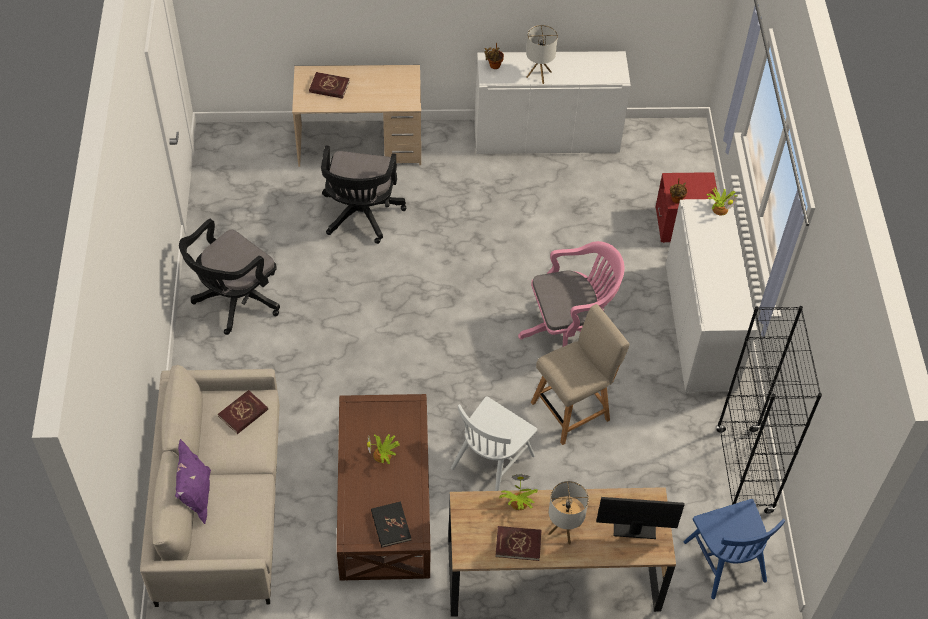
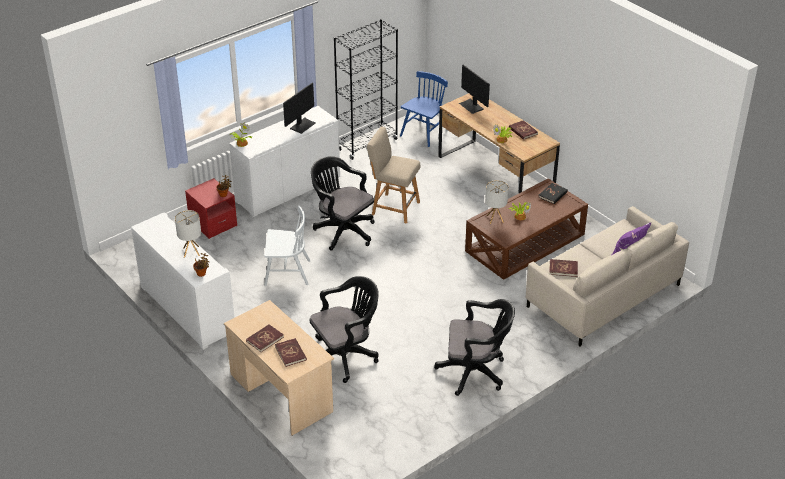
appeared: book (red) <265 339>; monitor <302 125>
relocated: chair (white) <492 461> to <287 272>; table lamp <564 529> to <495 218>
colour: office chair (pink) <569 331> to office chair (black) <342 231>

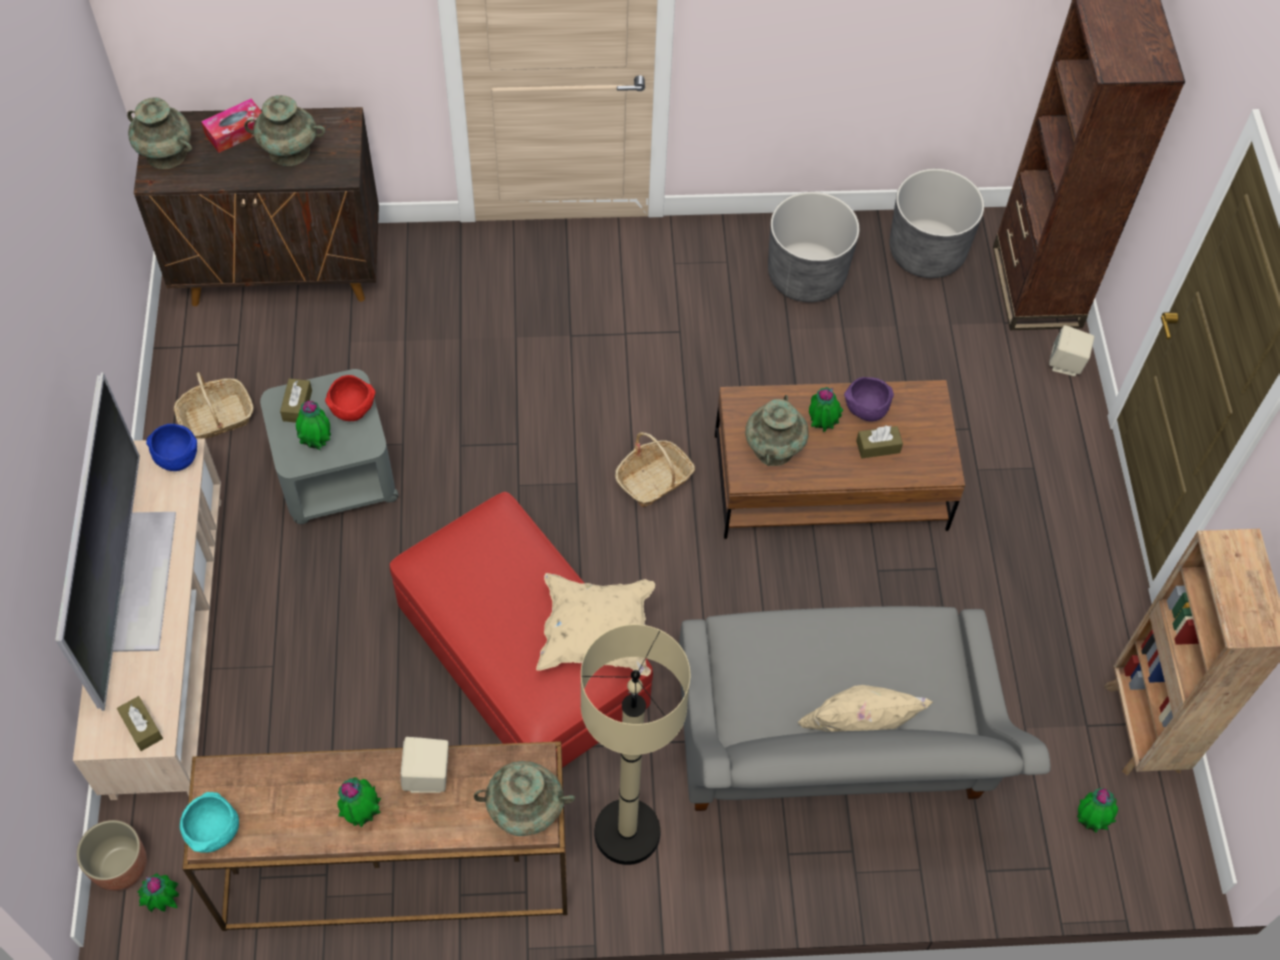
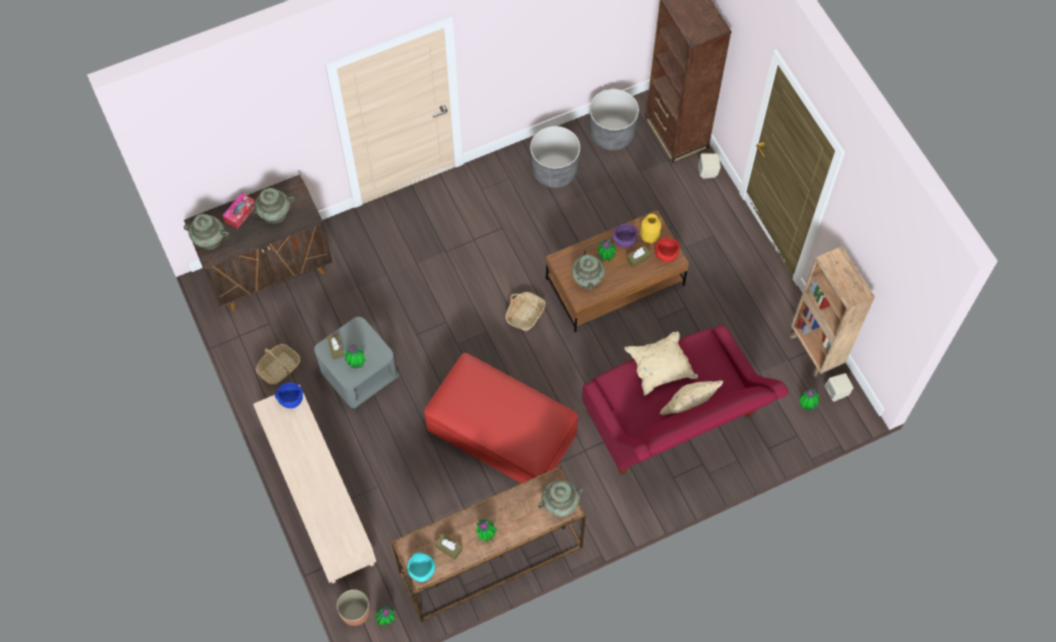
missing: television <139 581>; floor lamp (beige) <627 832>
appeared: vase (yellow) <649 236>
relocated: tissue box (brown) <142 727> to <448 548>; bowl (red) <353 409> to <666 254>; speaker (beige) <428 776> to <836 392>; pillow (beige) <596 635> to <660 368>
colour: sofa (grey) <831 756> to sofa (red) <674 422>

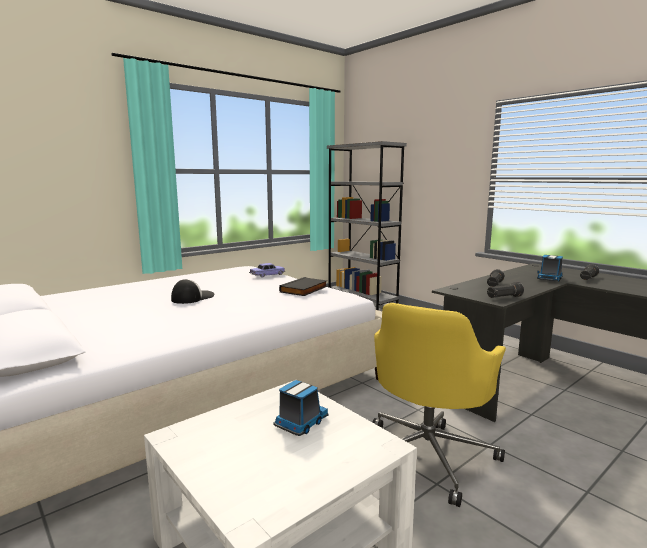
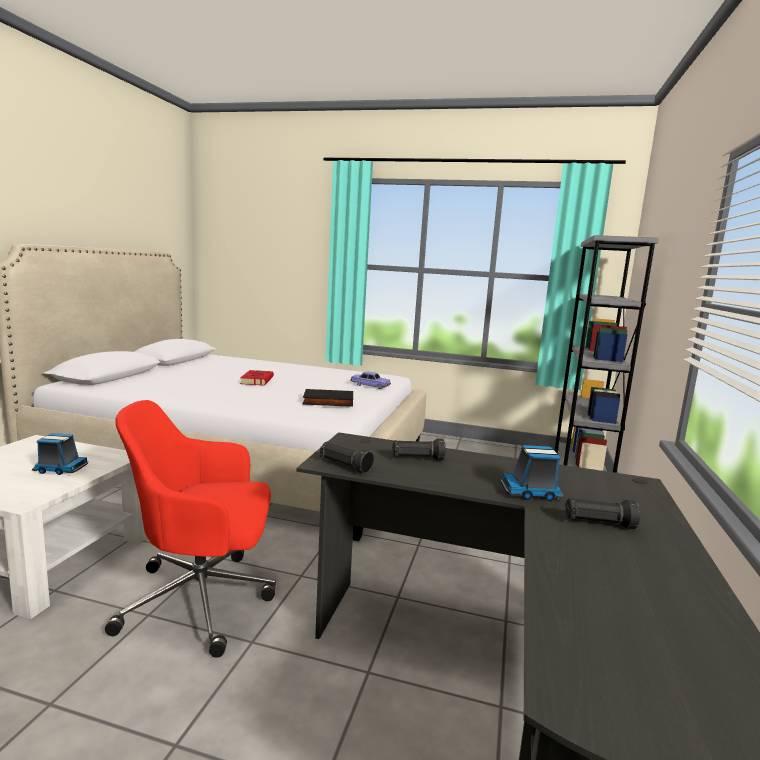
exchanged: cap <192 298> to book (red) <257 380>
colour: office chair (yellow) <428 455> to office chair (red) <202 600>

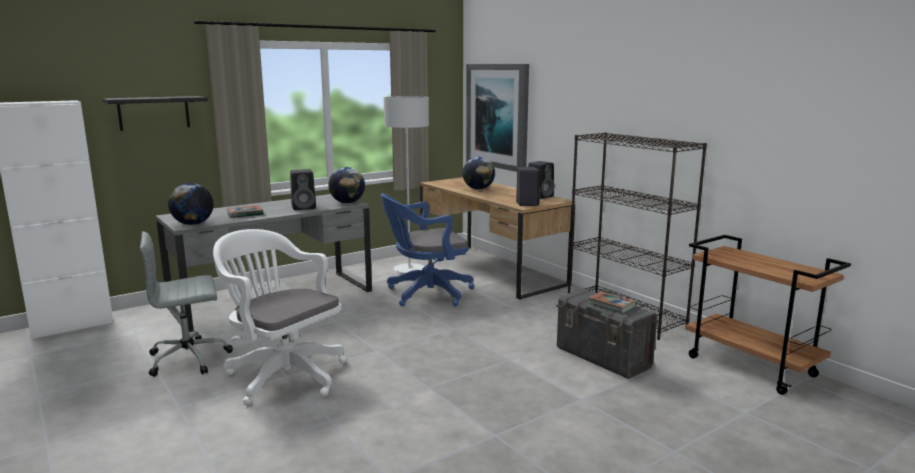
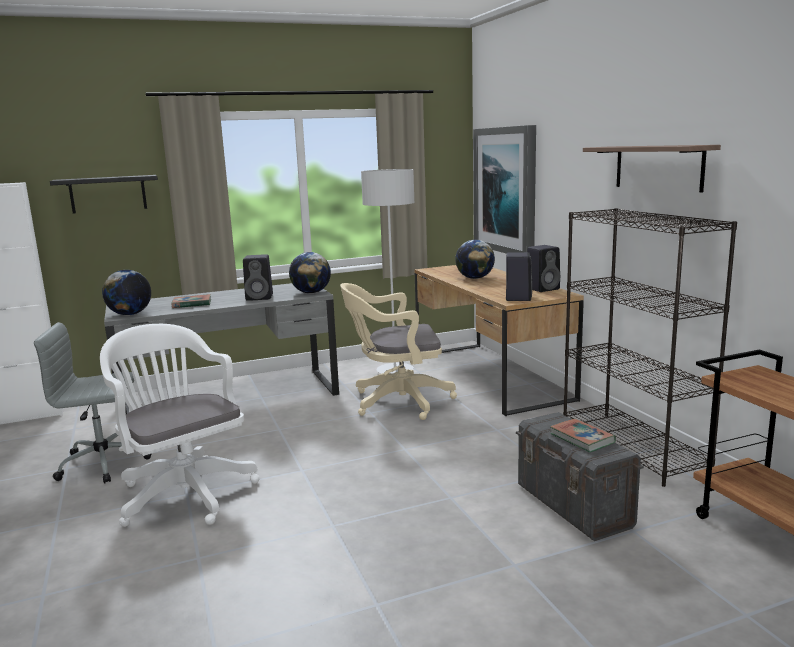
appeared: shelf <658 167>
colour: office chair (blue) <425 294> to office chair (beige) <396 402>

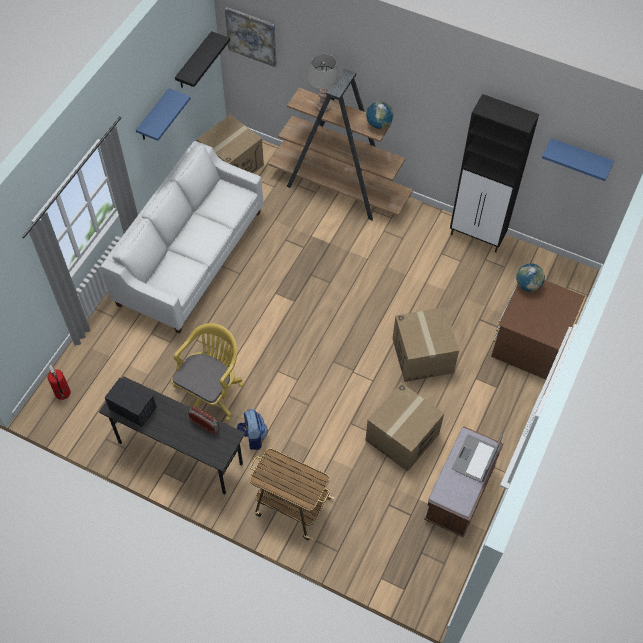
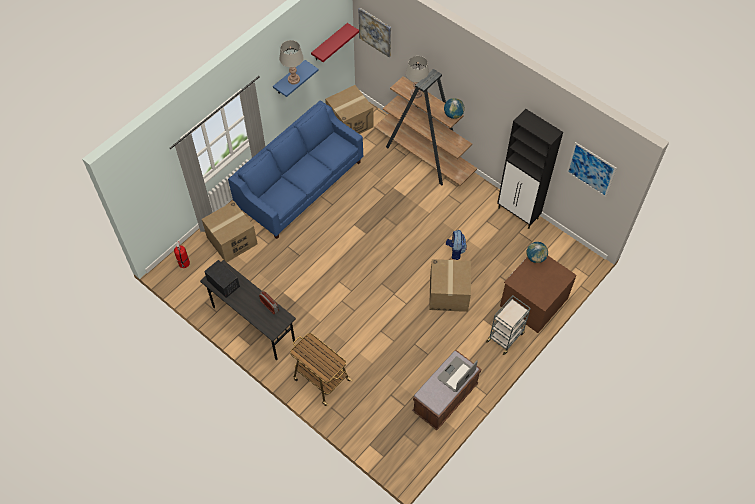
missing: office chair (yellow) <211 392>
appeared: table lamp (grey) <293 79>; cart (grey) <505 336>
relocated: backpack <253 436> to <455 250>; cardboard box <402 437> to <232 240>
exchanged: shelf (blue) <579 156> to picture <591 169>
colour: sofa (white) <191 257> to sofa (blue) <300 185>; shelf (black) <194 61> to shelf (red) <329 43>

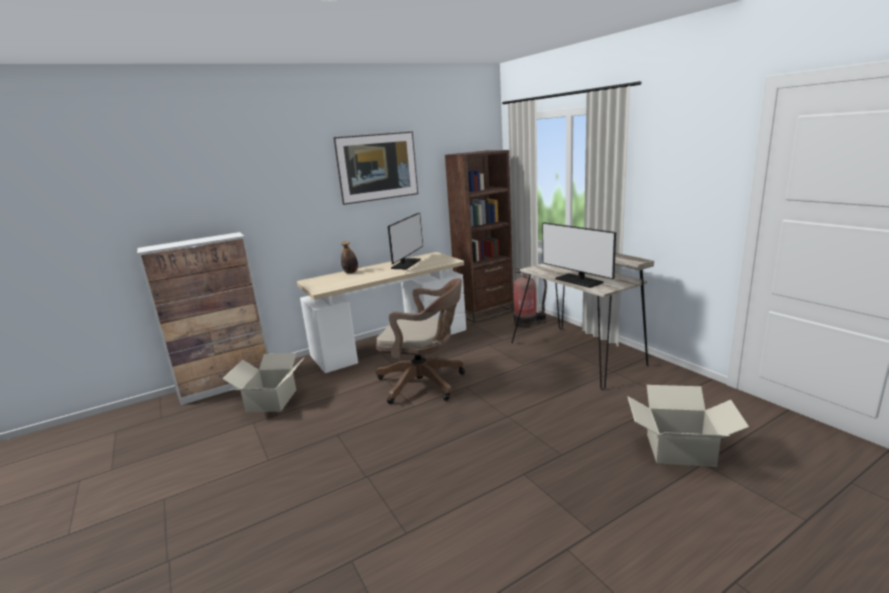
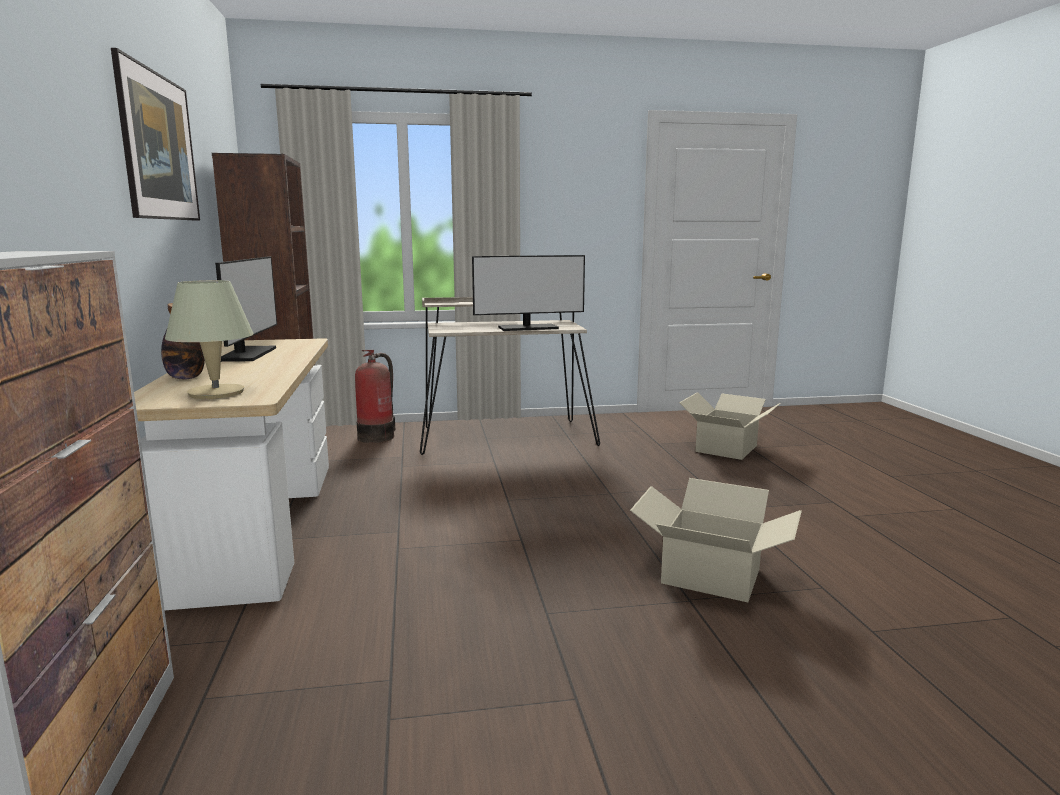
missing: office chair (brown) <425 383>
appeared: table lamp (beige) <216 393>
relocated: cardboard box <271 400> to <711 576>
spun: monitor <406 264> = <247 354> 45 degrees clockwise

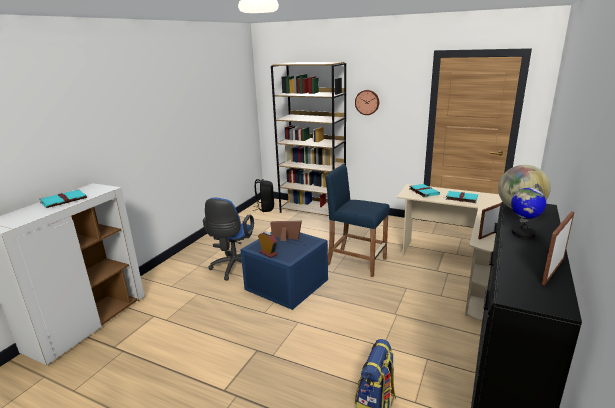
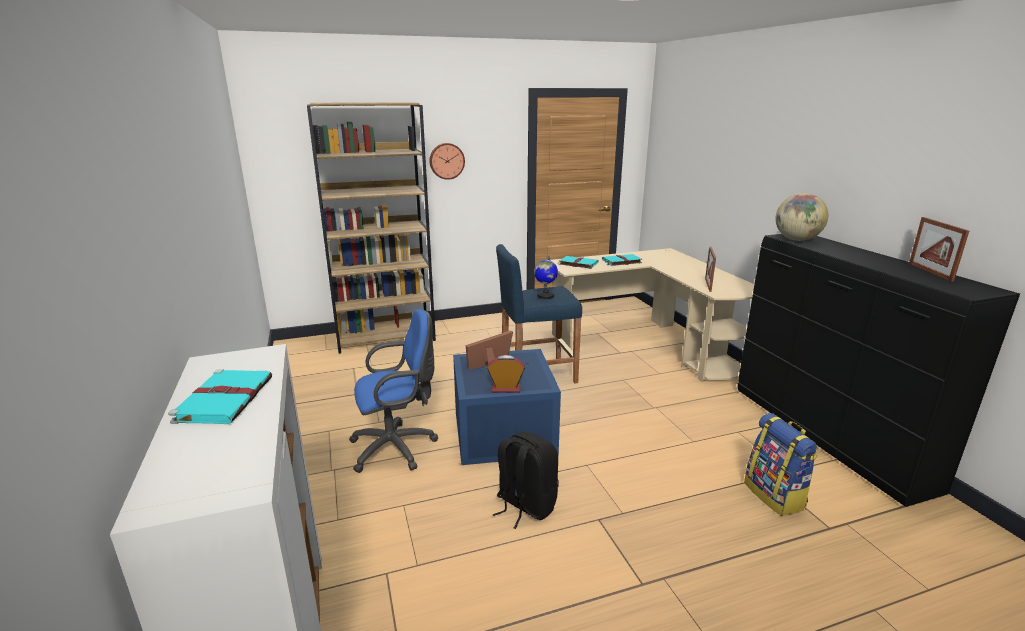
relocated: backpack (black) <265 208> to <525 506>; globe <523 233> to <545 296>
spun: office chair (blue) <234 268> = <398 447> 75 degrees counterclockwise

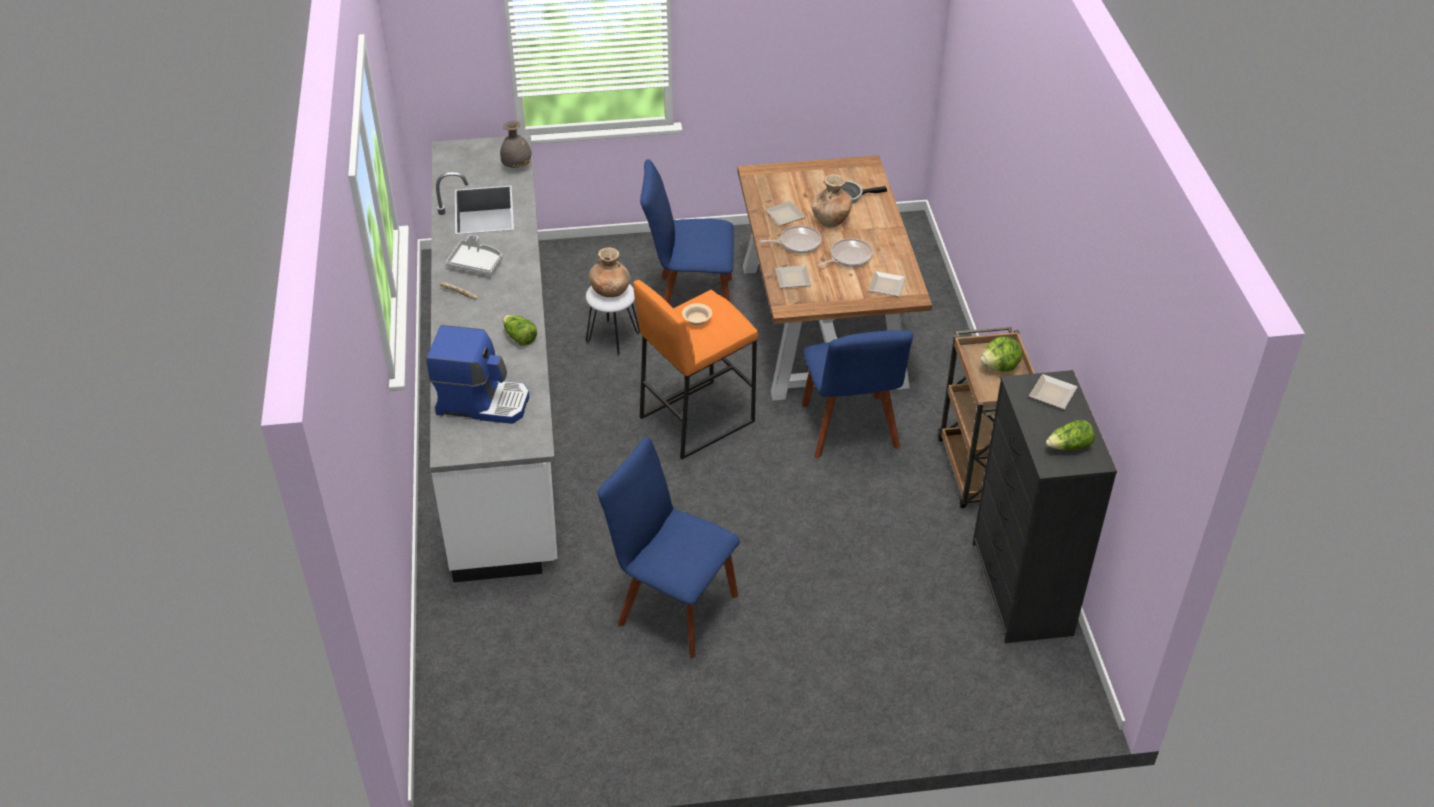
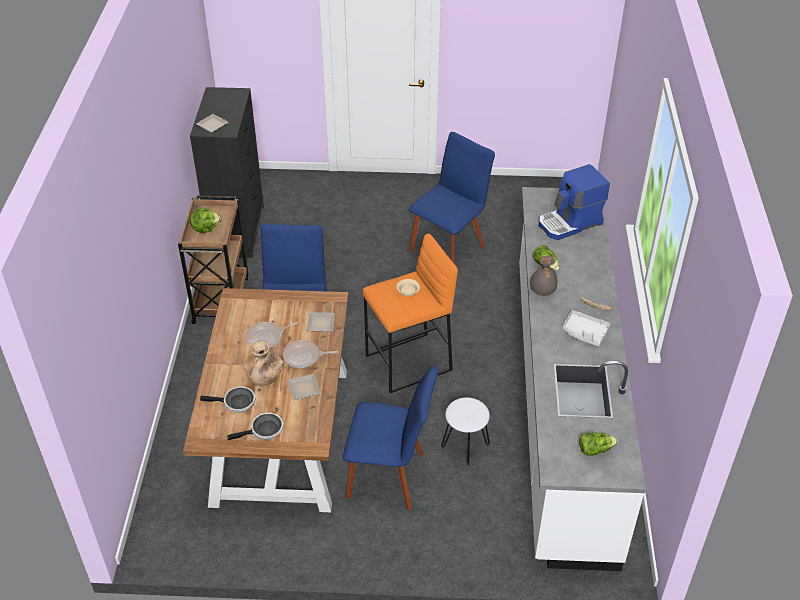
missing: vase (brown) <610 290>; plate <887 287>
appeared: frying pan <264 430>
relocated: vase (grey) <517 165> to <542 292>; lettuce <1069 446> to <595 449>
spun: coffee machine <483 402> = <570 223> 45 degrees counterclockwise; chair (blue) <672 606> = <449 246> 90 degrees counterclockwise

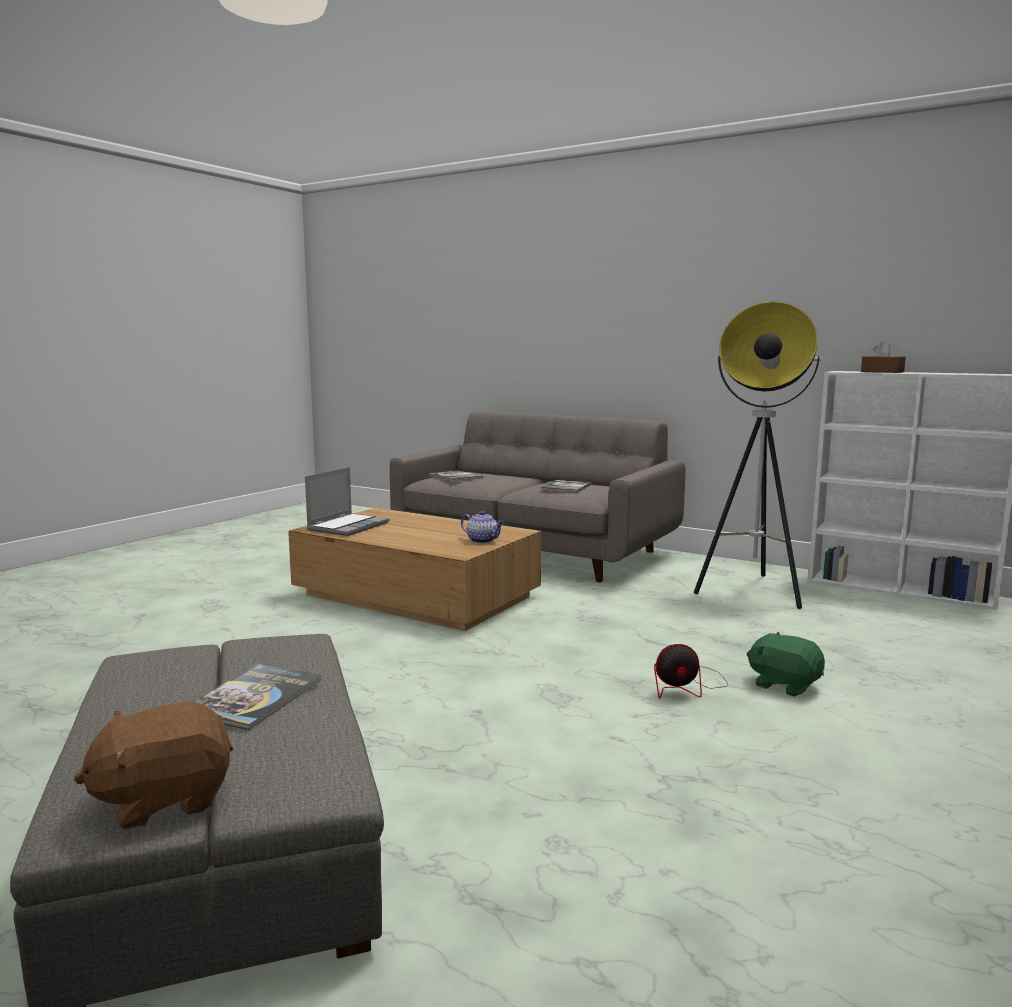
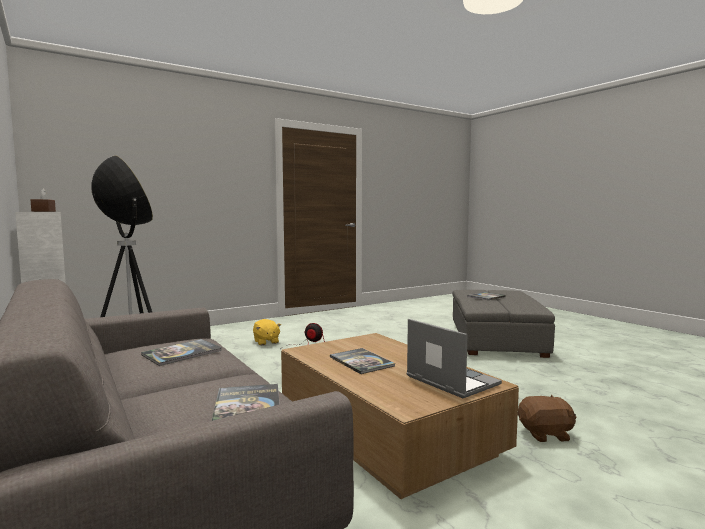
missing: teapot <483 540>
appeared: book <361 362>
relocated: plush toy (brown) <164 799> to <545 434>
colour: plush toy (green) <784 685> to plush toy (yellow) <266 342>
spun: laptop <348 526> = <450 381> 90 degrees clockwise

